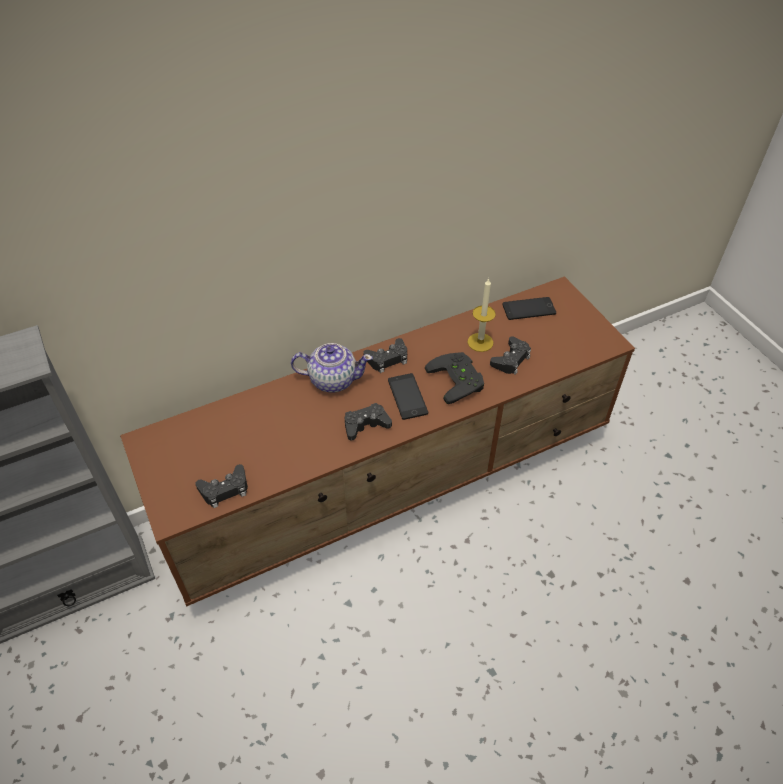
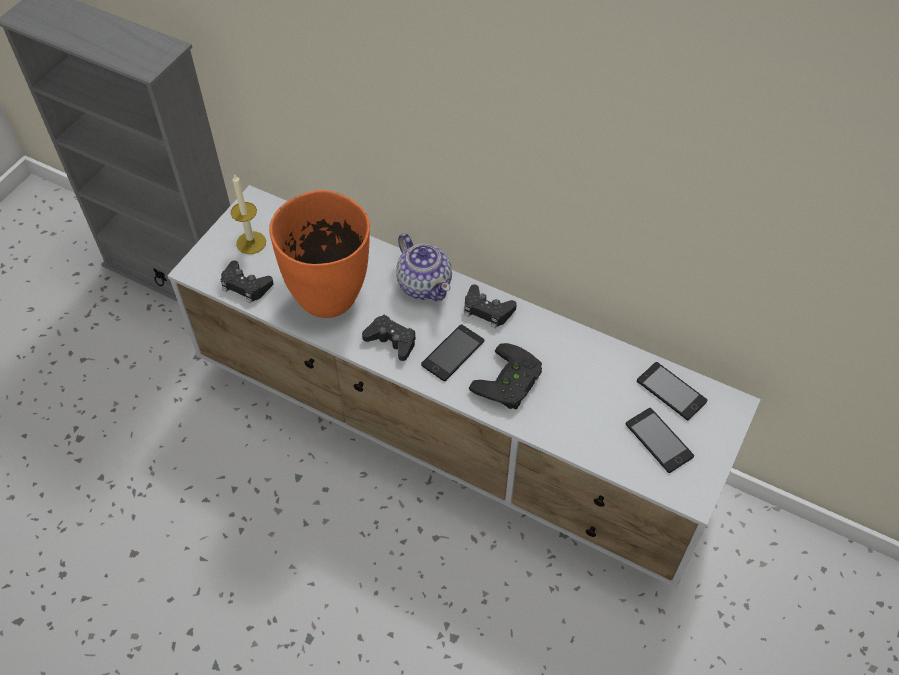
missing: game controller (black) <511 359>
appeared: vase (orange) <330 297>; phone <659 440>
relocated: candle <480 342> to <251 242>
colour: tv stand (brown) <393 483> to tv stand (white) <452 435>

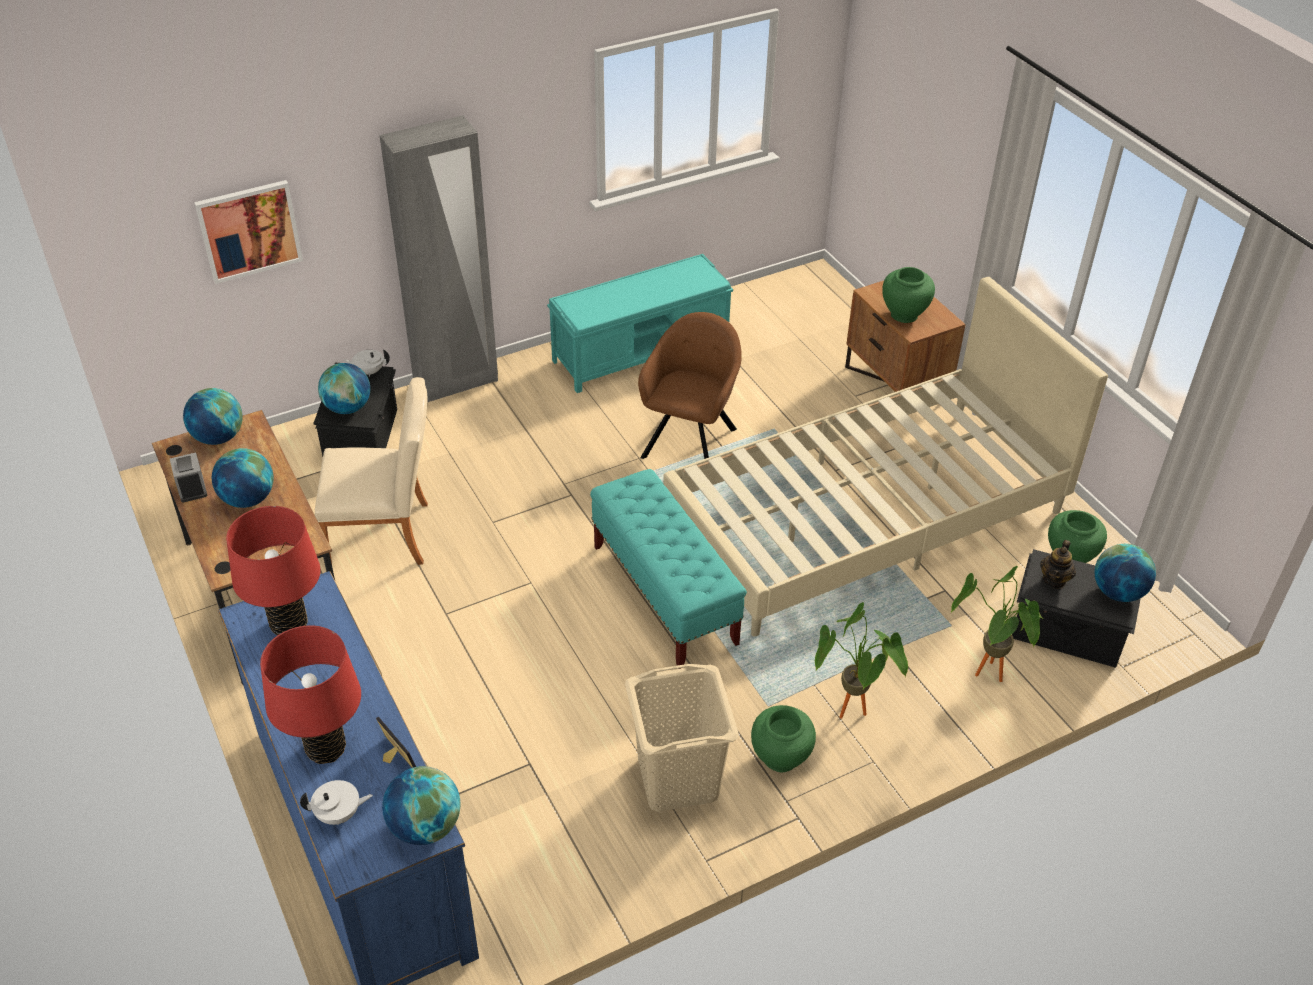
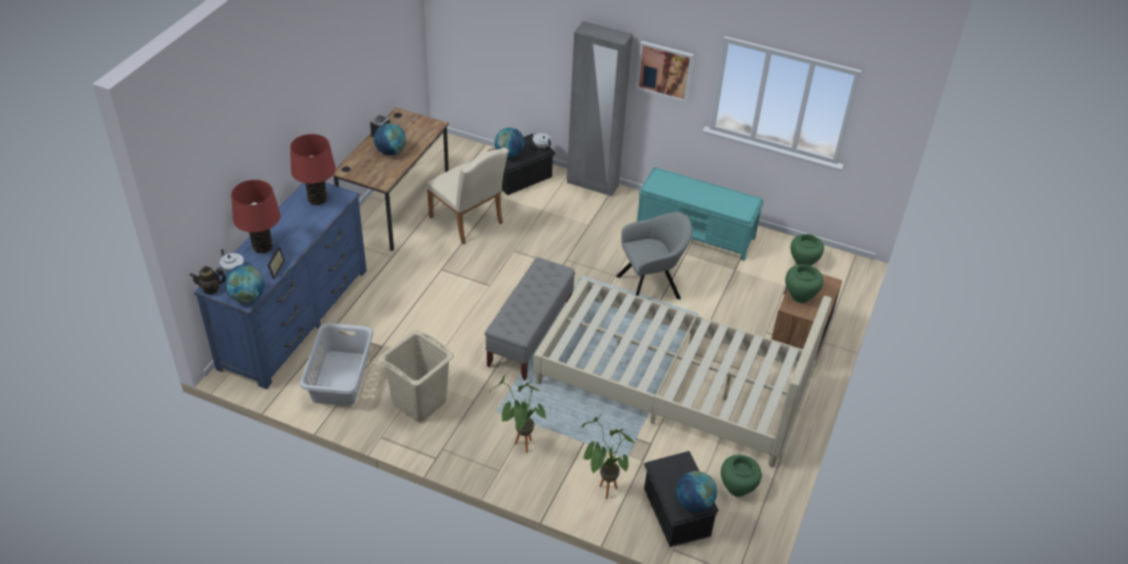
missing: globe <218 437>
appeared: laundry basket (grey) <339 378>
relocated: picture <249 230> to <664 71>; vase (green) <780 759> to <803 263>; teapot <1054 580> to <211 289>
colour: bench (turquoise) <664 595> to bench (grey) <530 335>; armchair (brown) <690 440> to armchair (grey) <651 286>

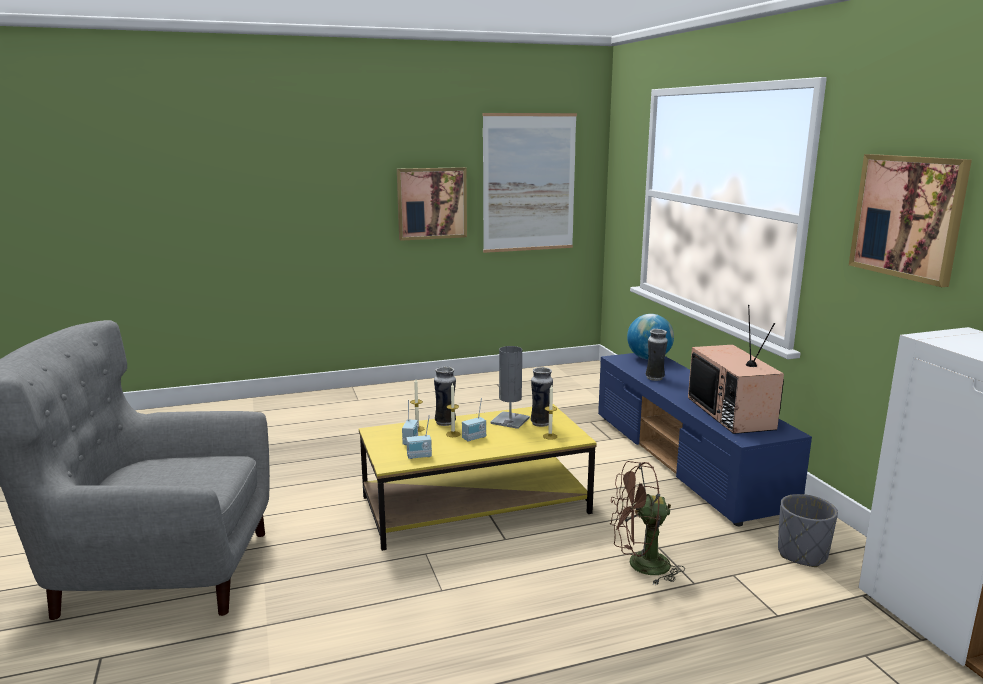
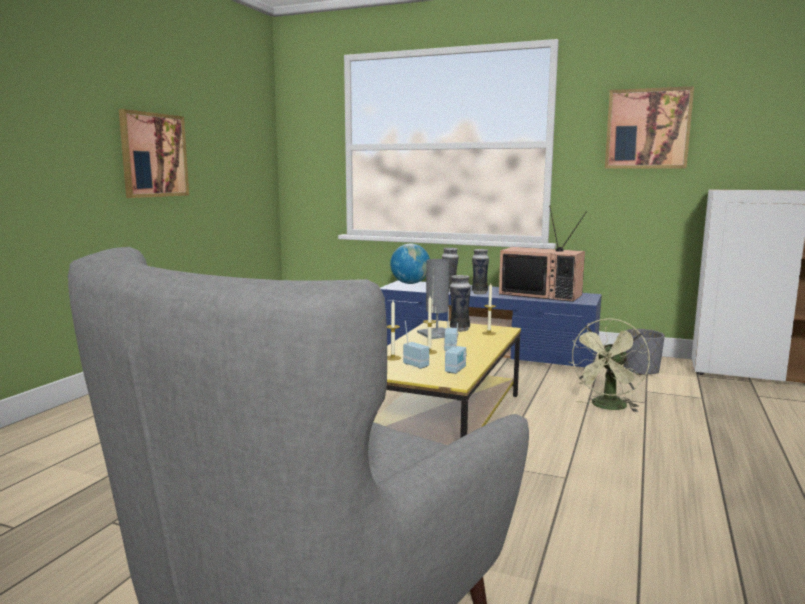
missing: picture <529 183>
relocated: vase <445 422> to <479 293>
colour: fan (brown) <640 566> to fan (green) <608 407>

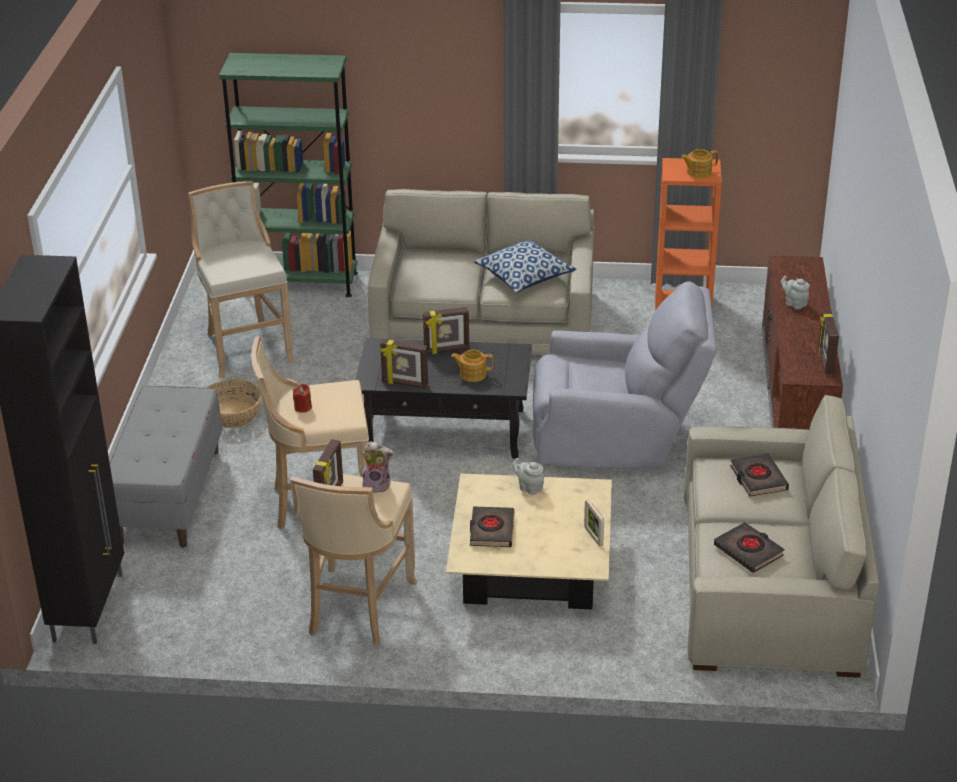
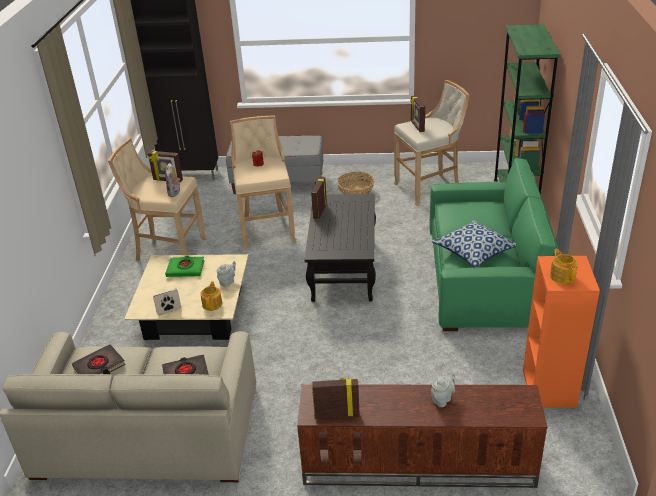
missing: armchair (grey) <617 439>
relocated: picture frame <446 350> to <417 126>; teapot <472 374> to <212 304>
colour: sofa (beige) <485 322> to sofa (green) <487 278>; book (black) <491 530> to book (green) <185 269>

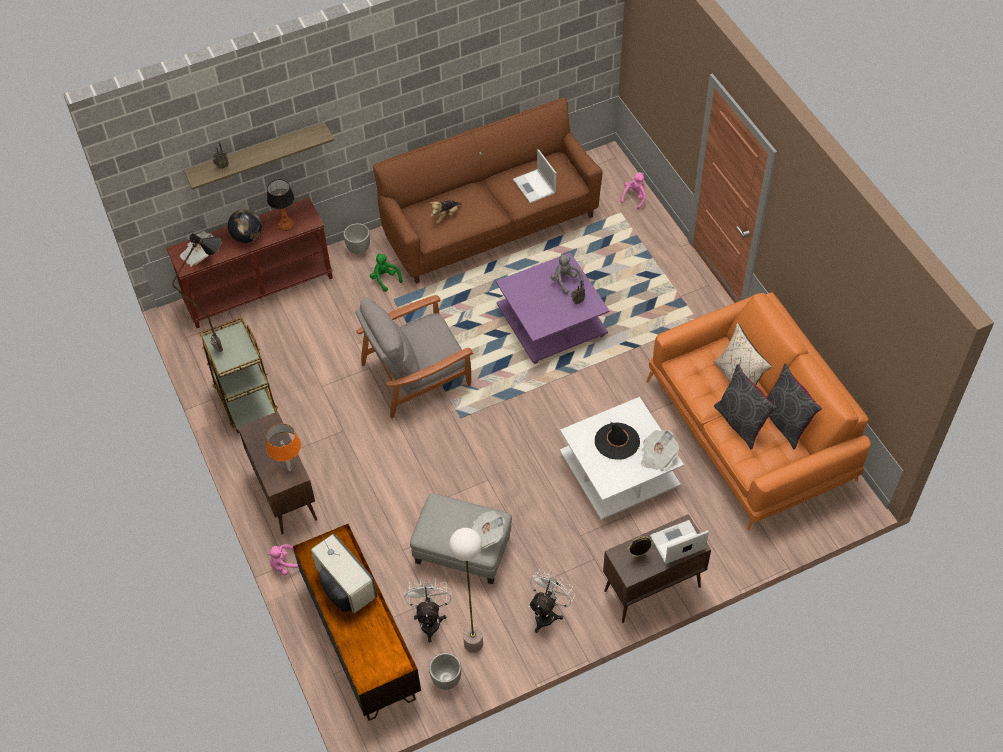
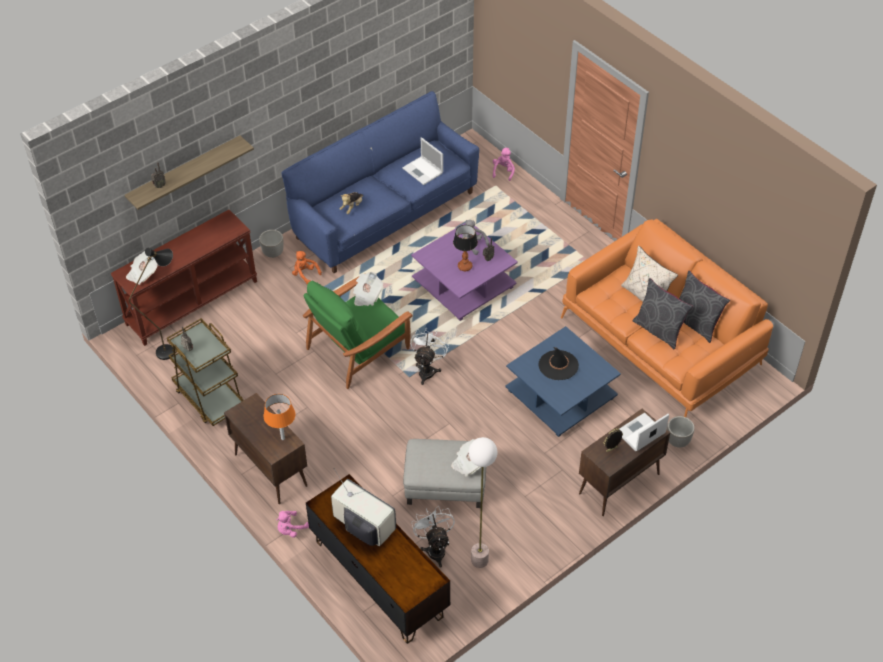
missing: globe <247 236>
relocated: table lamp <286 225> to <465 266>; planter <446 680> to <678 441>; fan (white) <547 613> to <427 369>; newspaper <657 456> to <367 296>
colour: armchair (grey) <417 374> to armchair (green) <359 348>; plush toy (green) <385 279> to plush toy (orange) <305 274>; sofa (brown) <490 225> to sofa (blue) <385 214>; coffee table (white) <620 472> to coffee table (blue) <562 395>

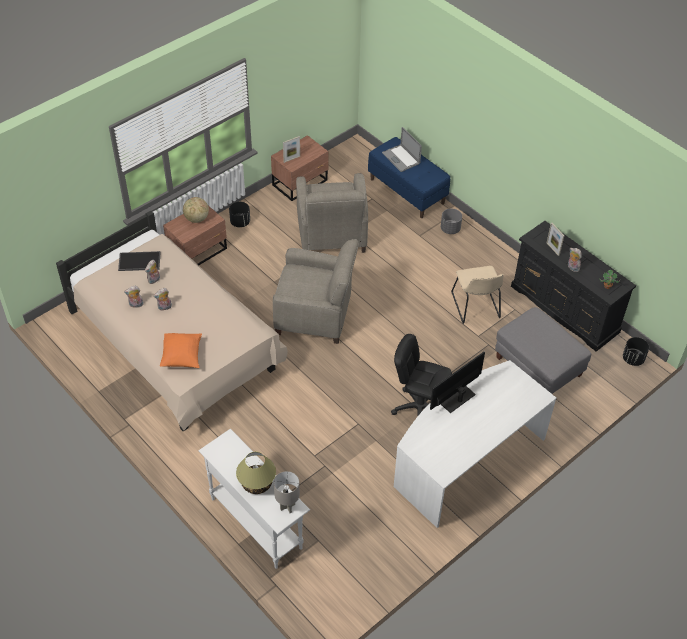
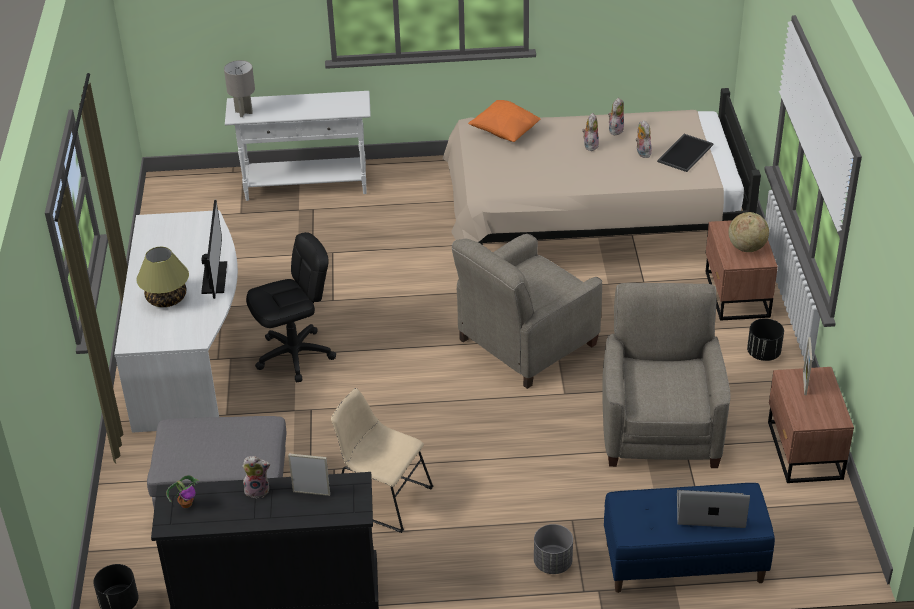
relocated: table lamp <256 483> to <167 298>
spun: armchair (beige) <332 234> = <660 429> 60 degrees clockwise

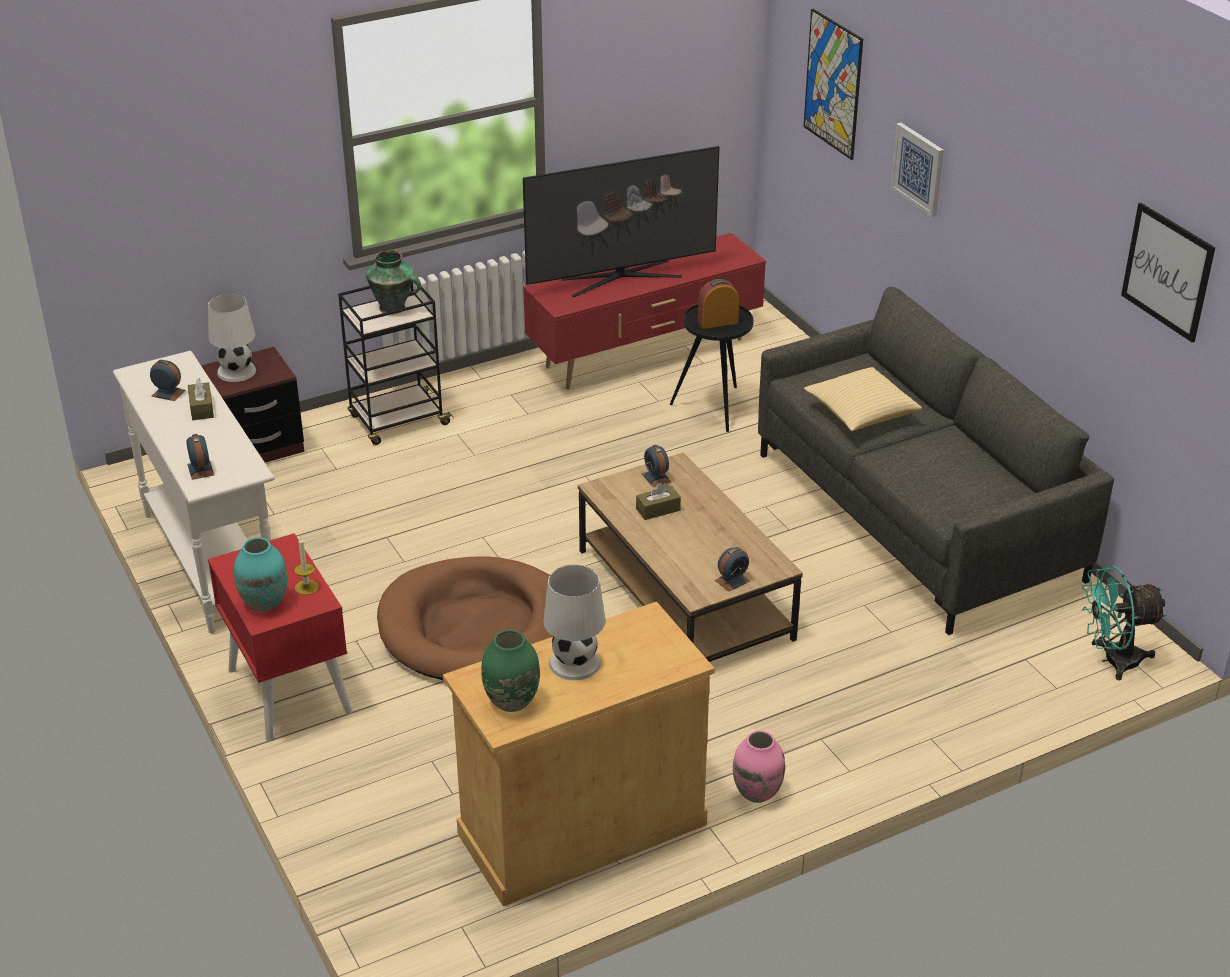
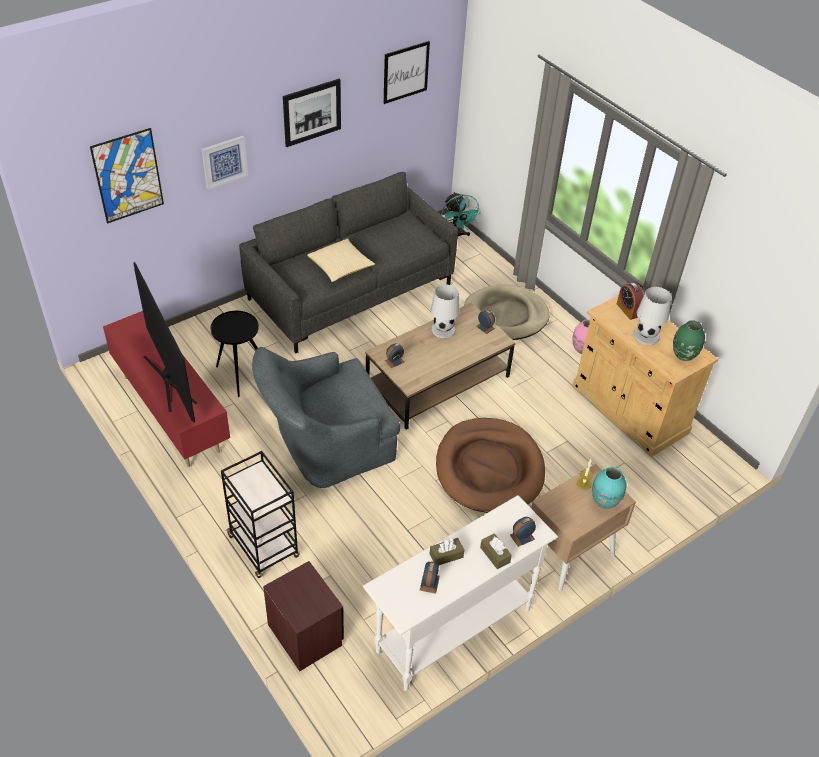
missing: vase <394 308>
appeared: armchair (grey) <324 445>; picture <312 112>; dog bed (beige) <505 316>
relocated: table lamp (white) <237 371> to <443 329>; tissue box (brown) <658 509> to <495 555>; alarm clock <717 322> to <627 310>
colour: nightstand (red) <288 690> to nightstand (beige) <569 553>

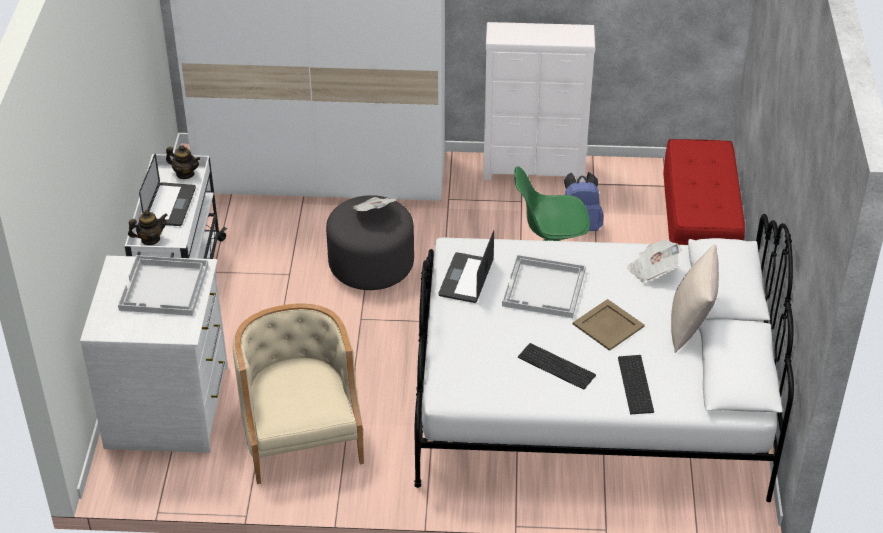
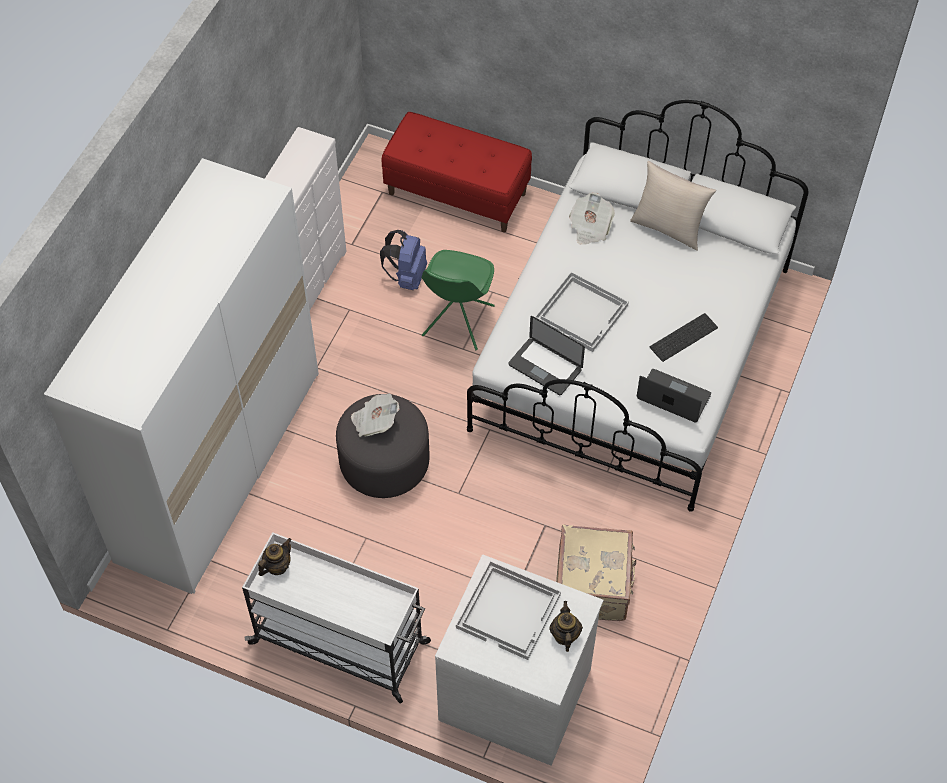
missing: tray (beige) <608 325>; keyboard <637 385>
relocated: teapot <150 239> to <564 635>; laptop <170 205> to <673 397>
exchanged: armchair (beige) <301 434> to suitcase (beige) <593 585>

